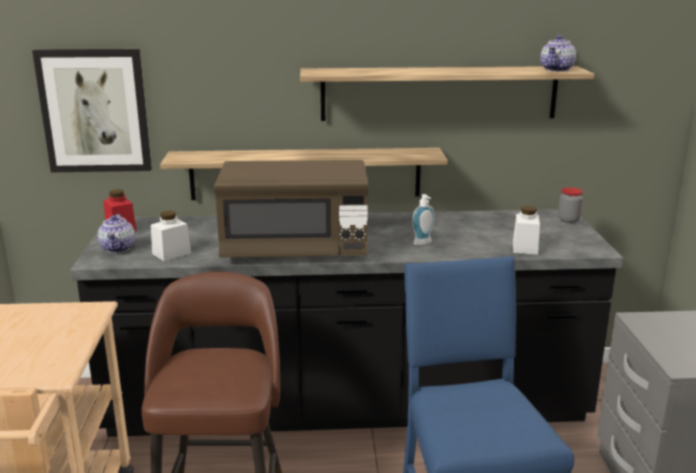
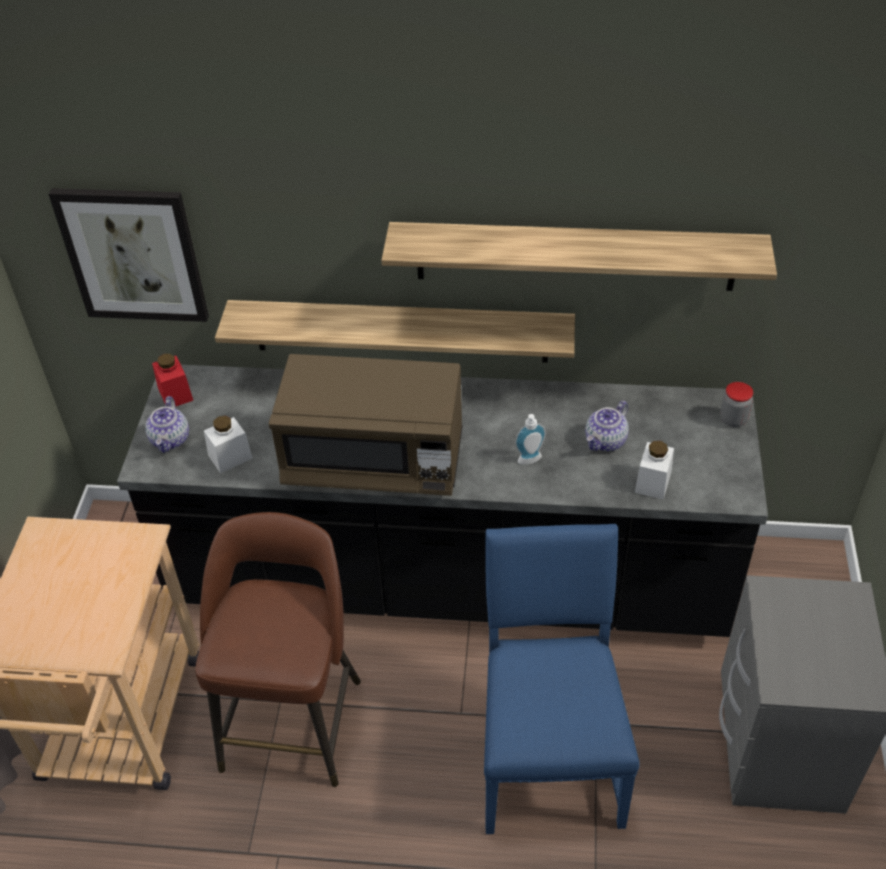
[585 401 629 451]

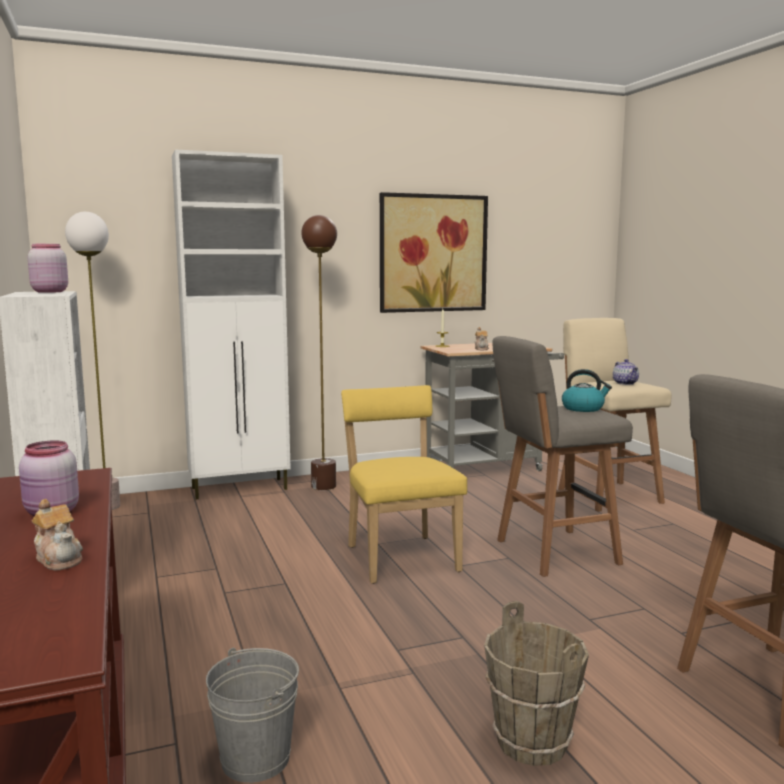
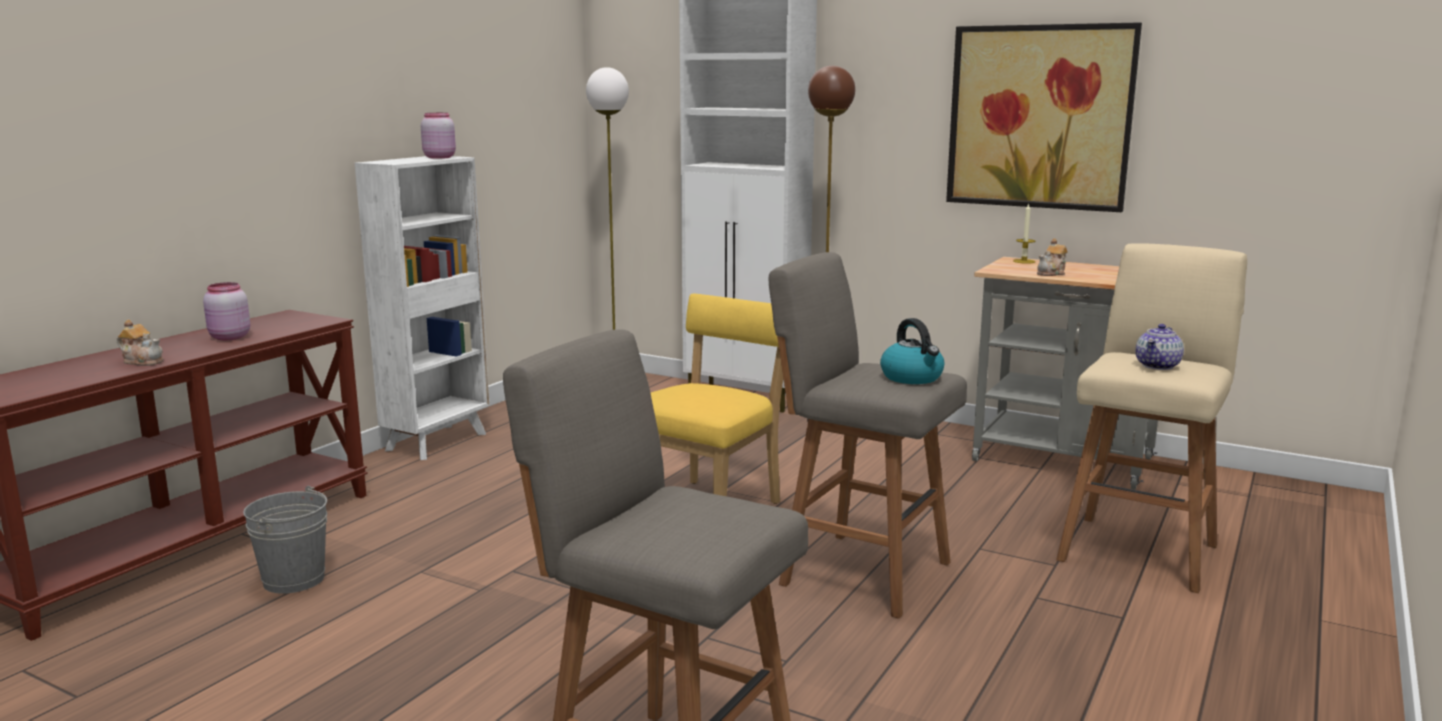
[117 319 163 366]
[484 601 589 766] (first image)

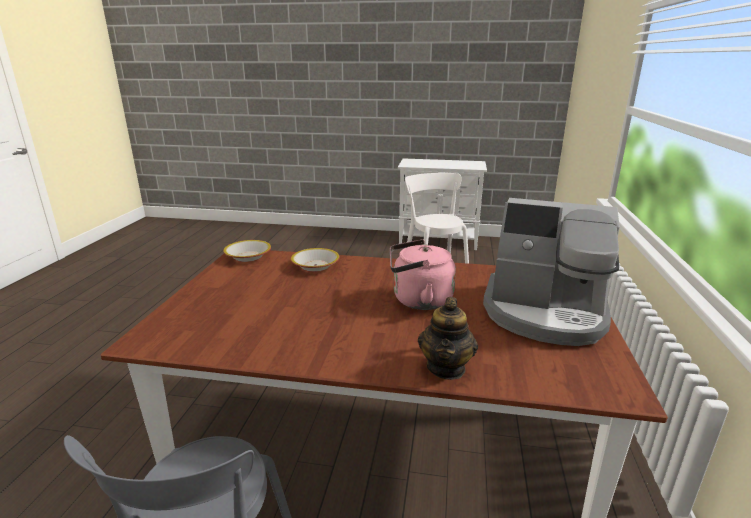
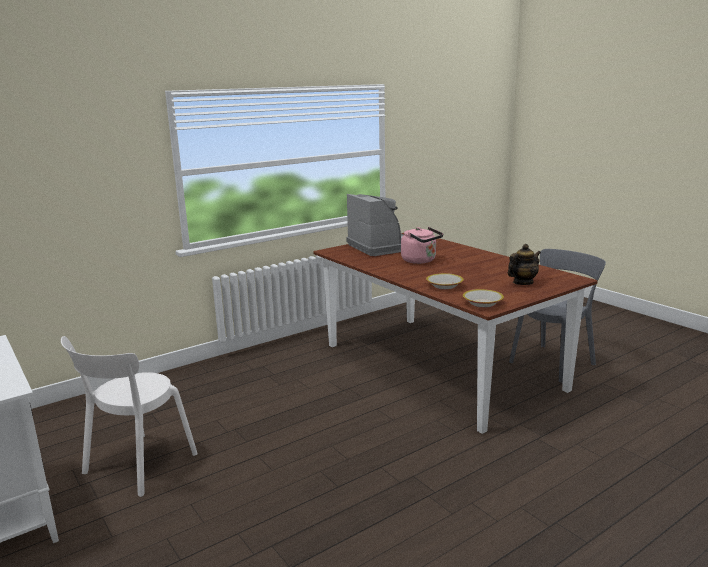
[508 244 541 285]

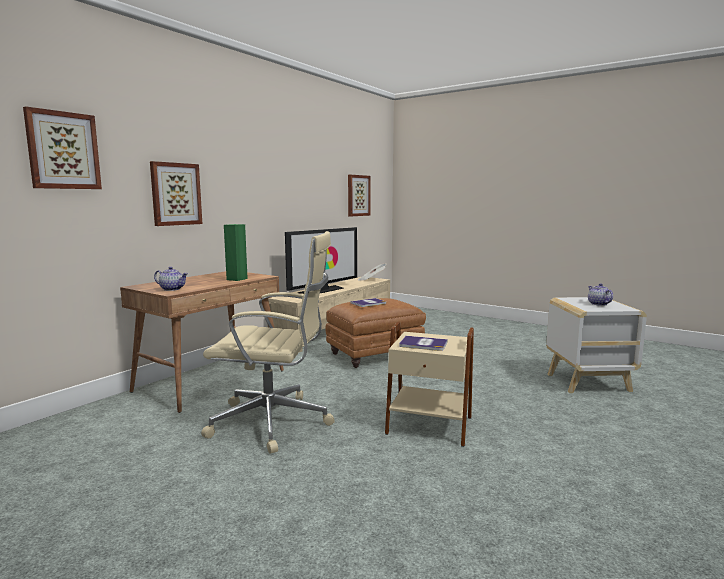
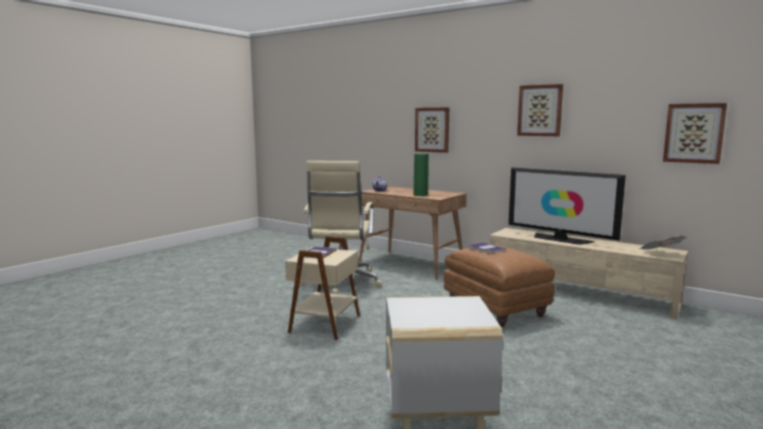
[517 84 563 136]
[588 283 613 306] (first image)

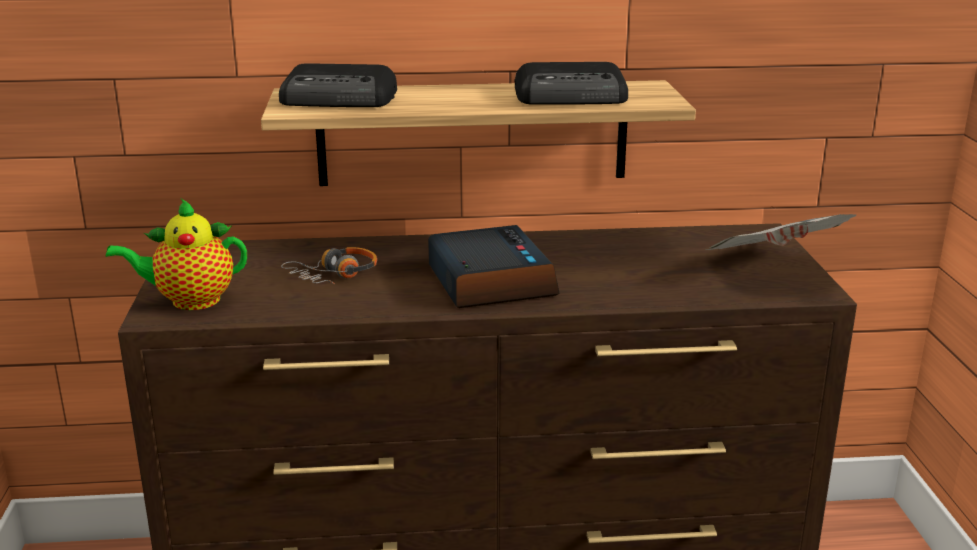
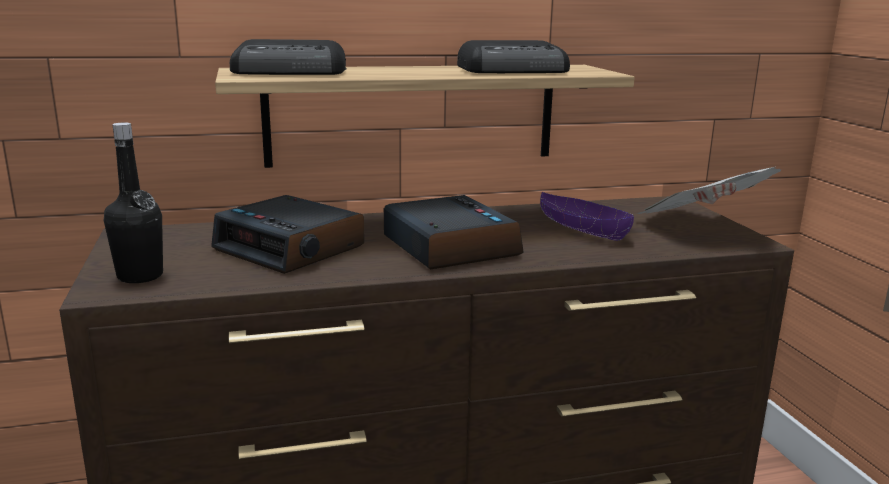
[104 123 163 283]
[211 195 364 274]
[540 192 634 241]

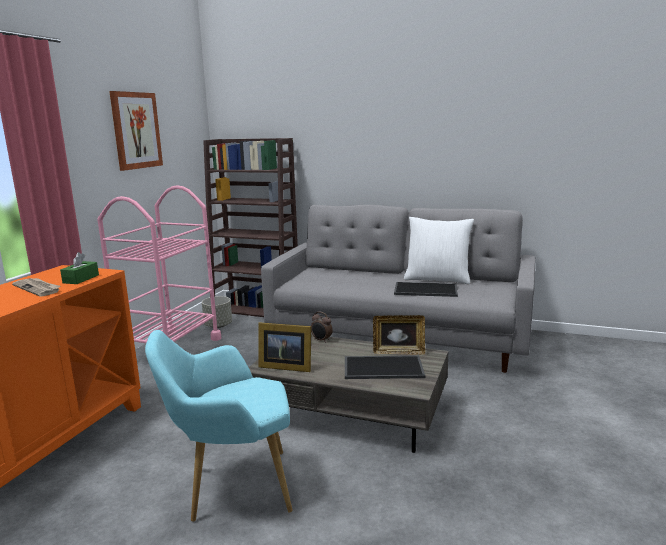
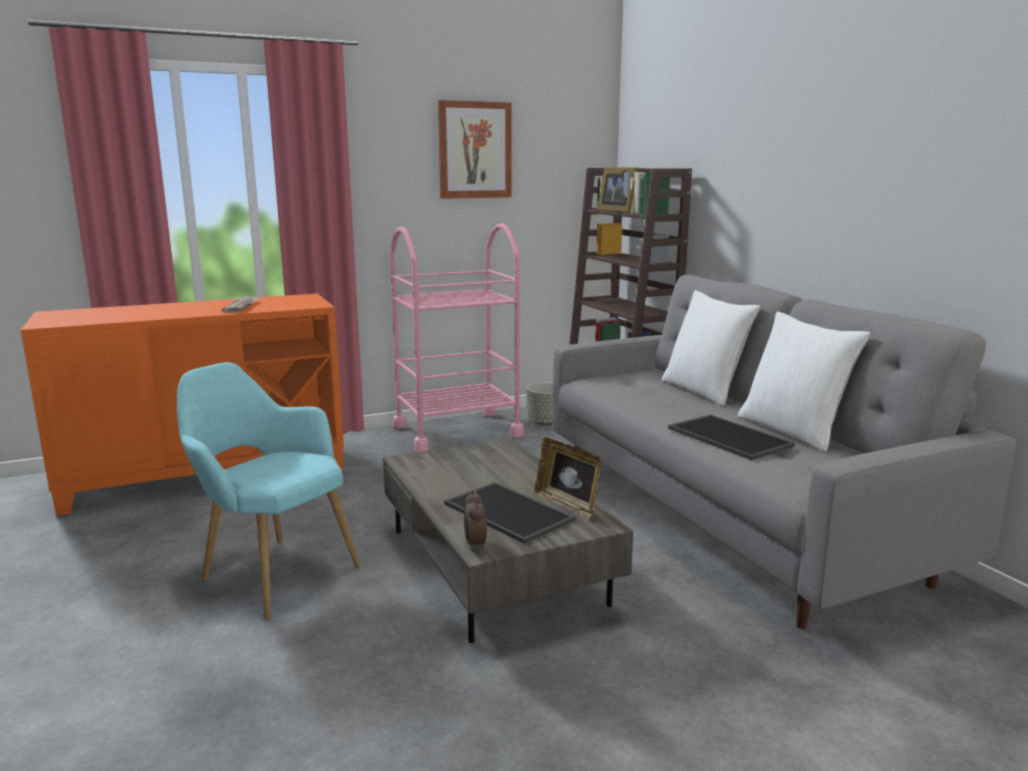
[60 252 99 284] (first image)
[597 167 638 213]
[464 489 487 551]
[662 290 761 407]

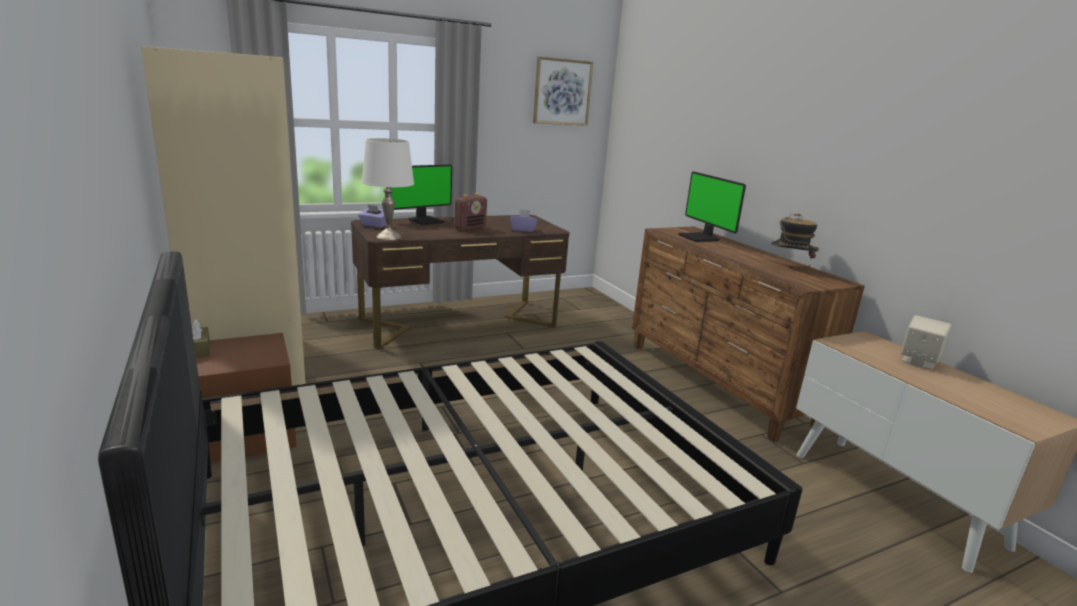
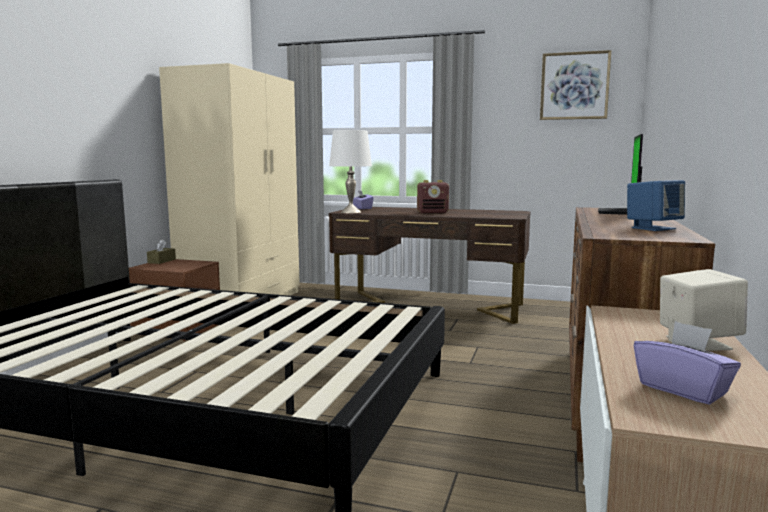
[390 164 452 225] (first image)
[634 321 741 405]
[627 180 685 231]

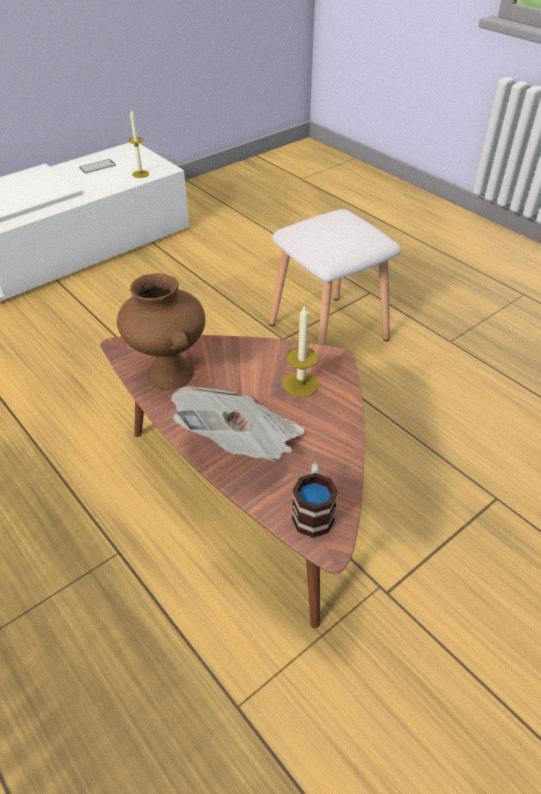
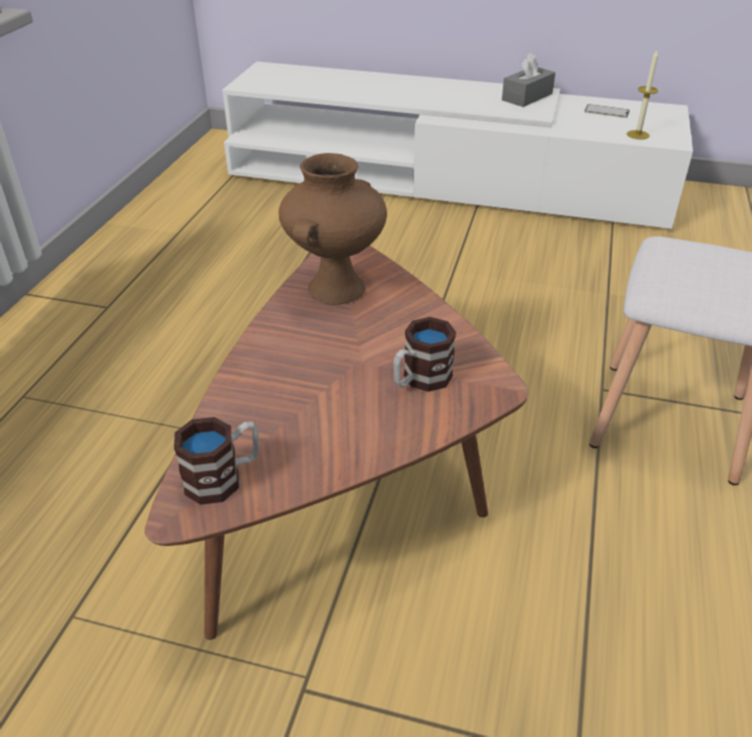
[171 386 305 461] (first image)
[393 317 456 392]
[502 52 555 107]

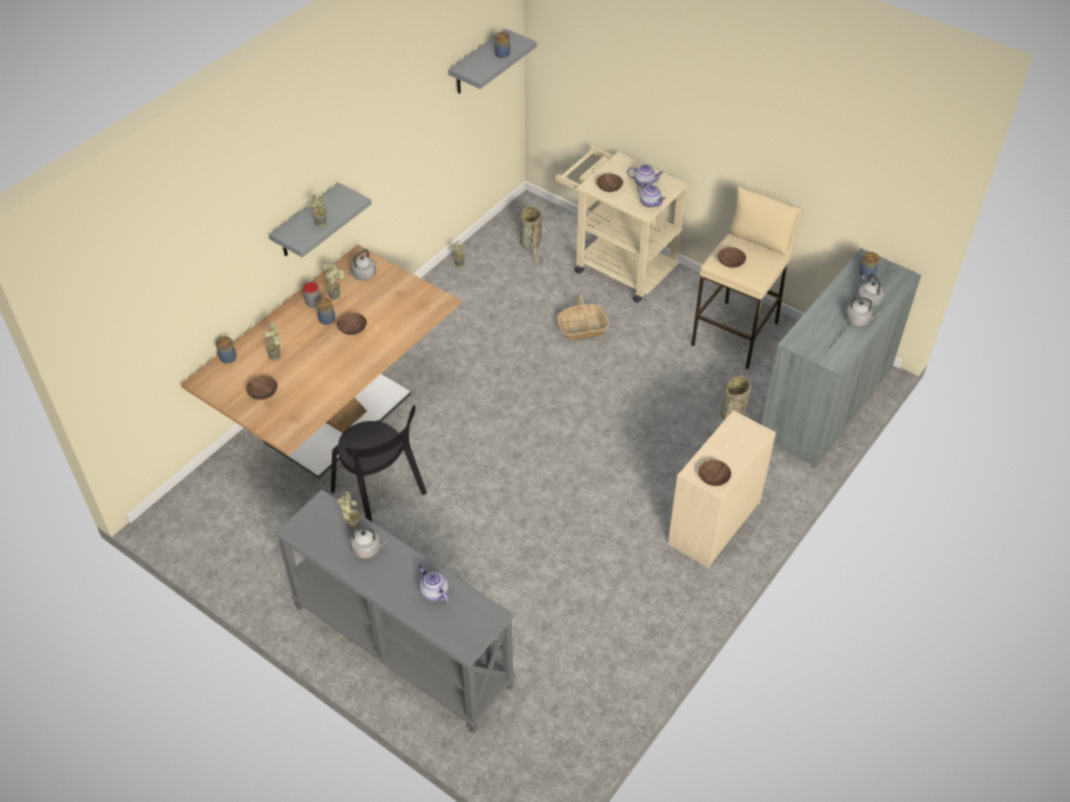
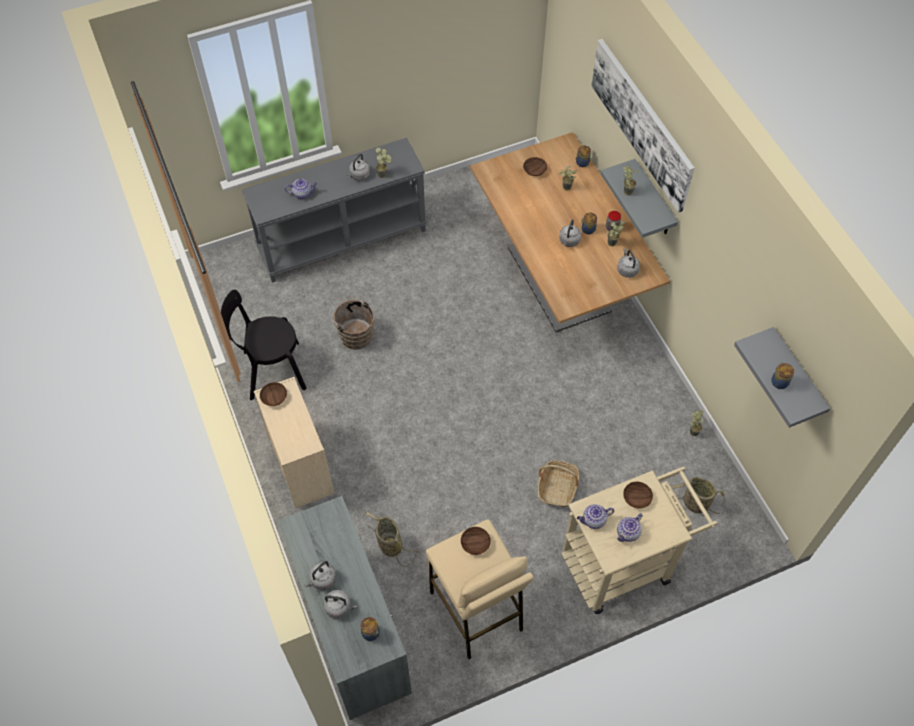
[221 289 306 400]
[559 220 581 247]
[329 296 374 350]
[591 39 695 213]

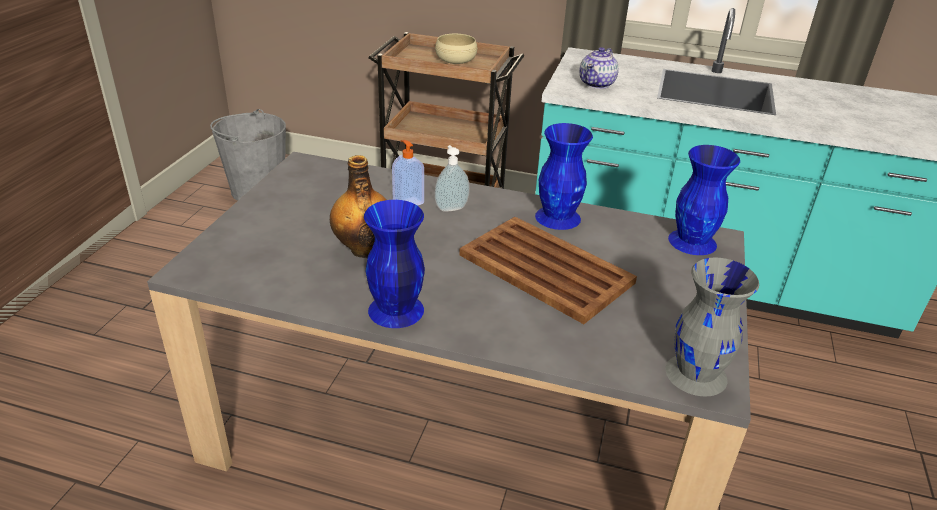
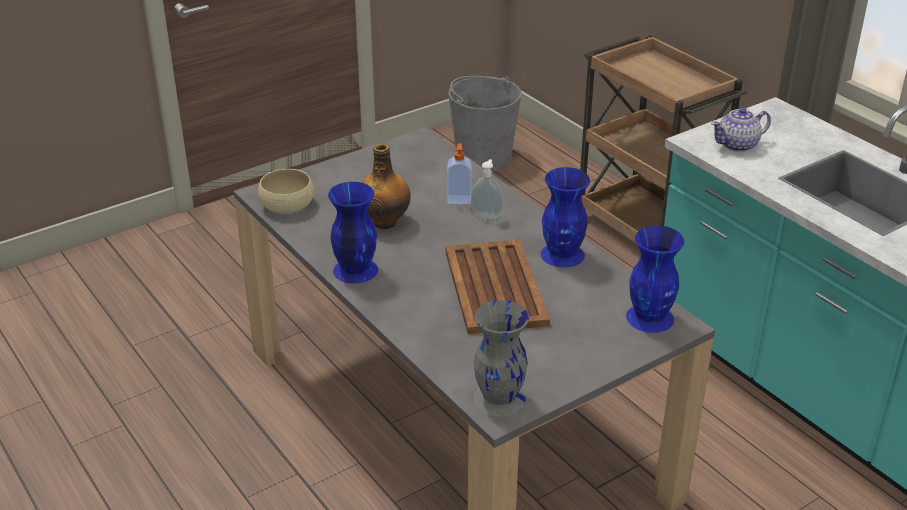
[258 169 314 213]

